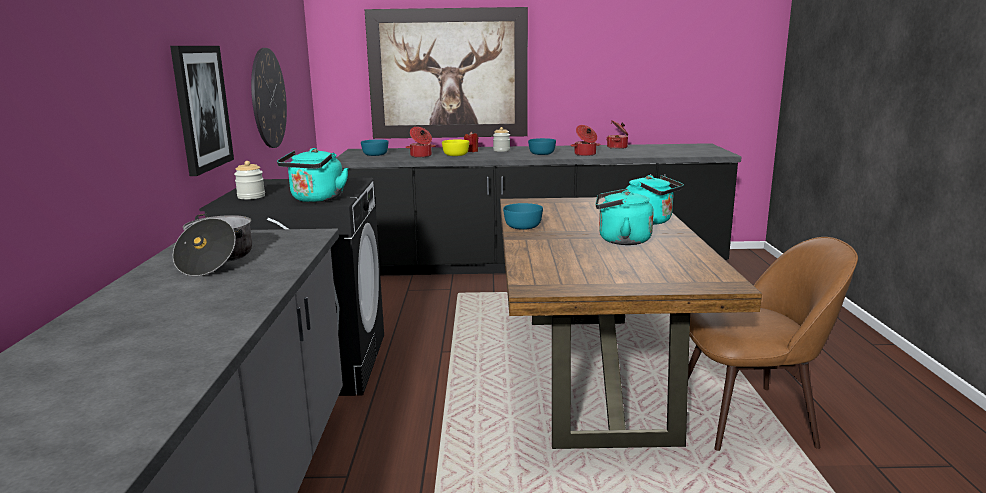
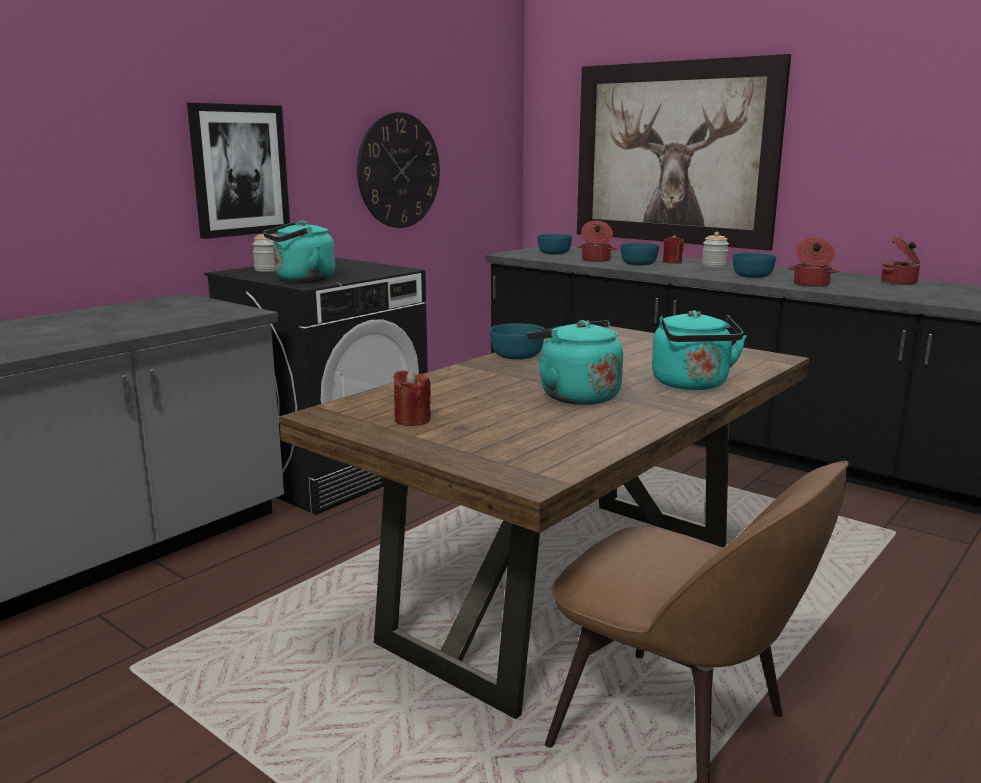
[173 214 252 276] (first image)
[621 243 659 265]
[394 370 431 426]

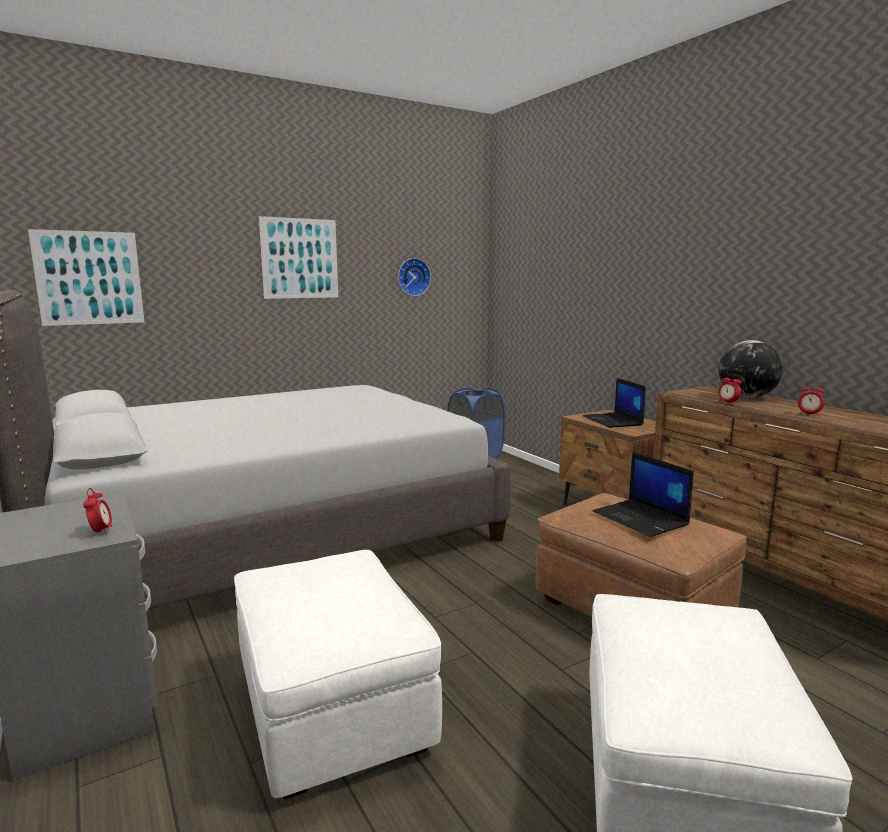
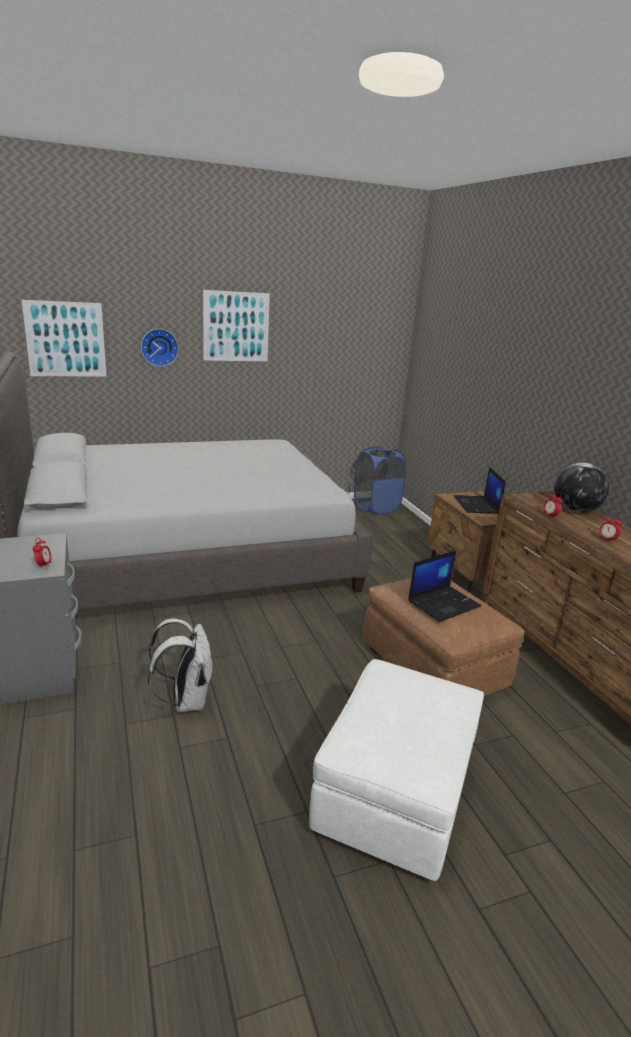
[148 619 212 712]
[141 329 179 367]
[408 550 481 622]

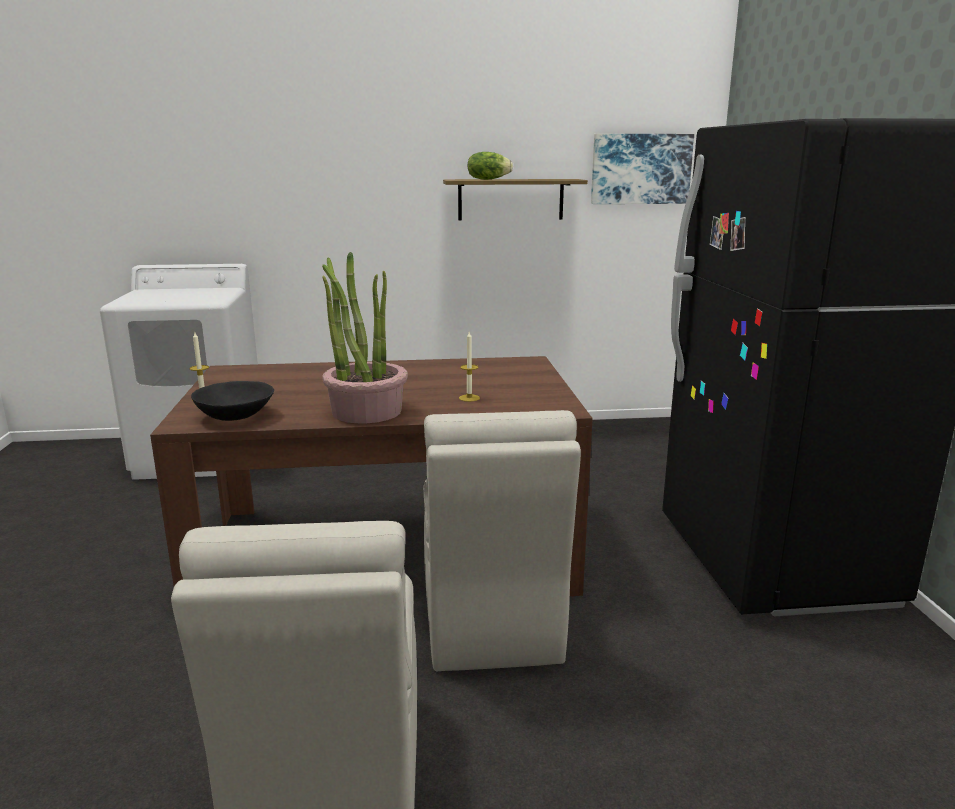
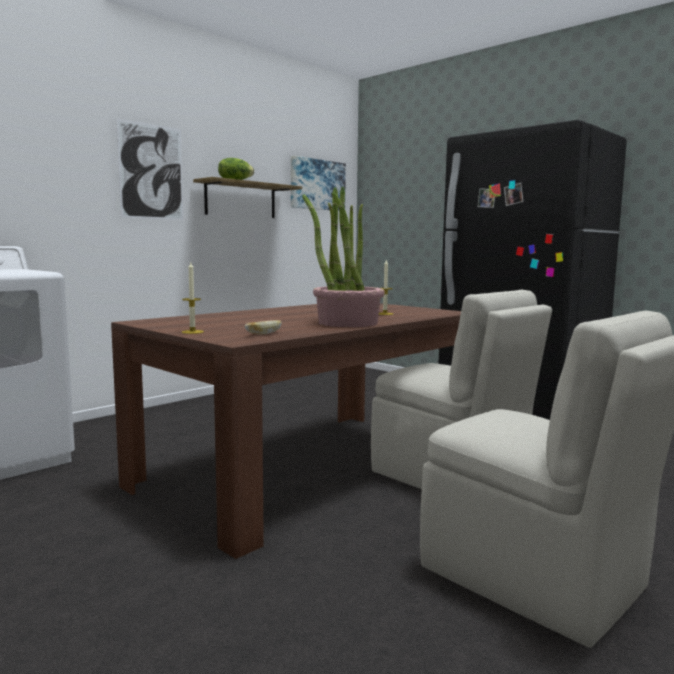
[245 320 282 335]
[116 118 183 220]

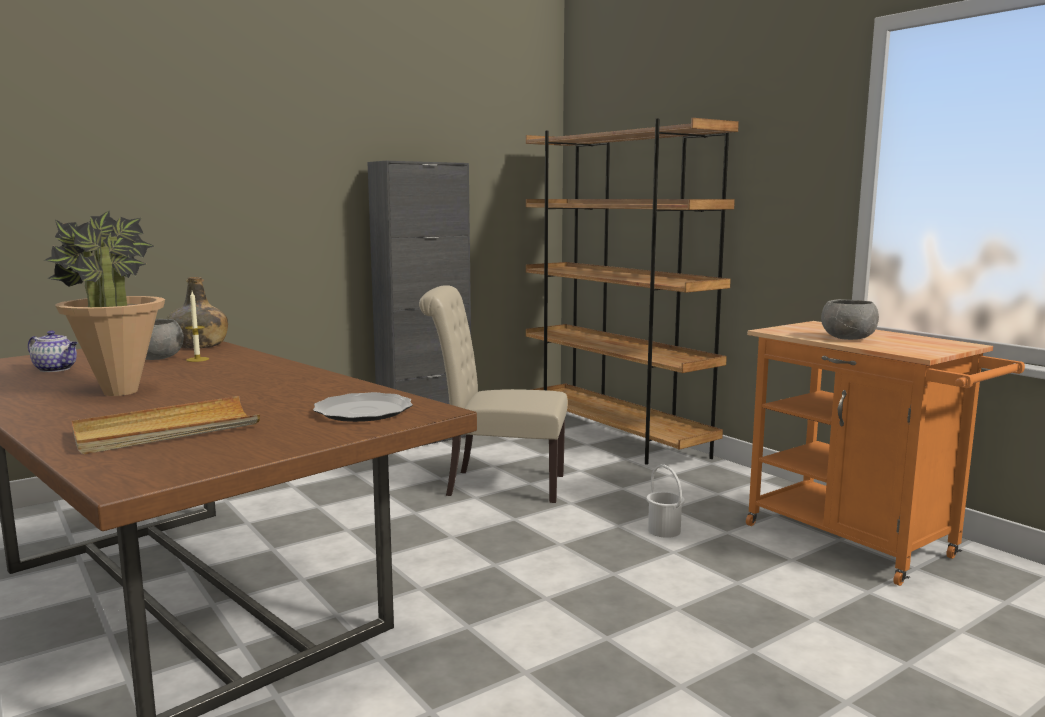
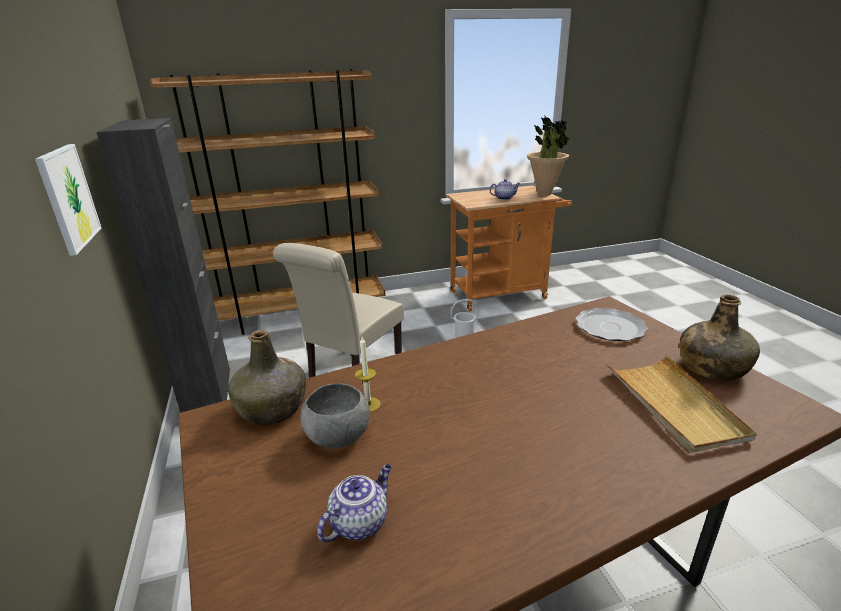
[527 115 570 196]
[489 179 520 200]
[35 144 101 256]
[680 295 760 381]

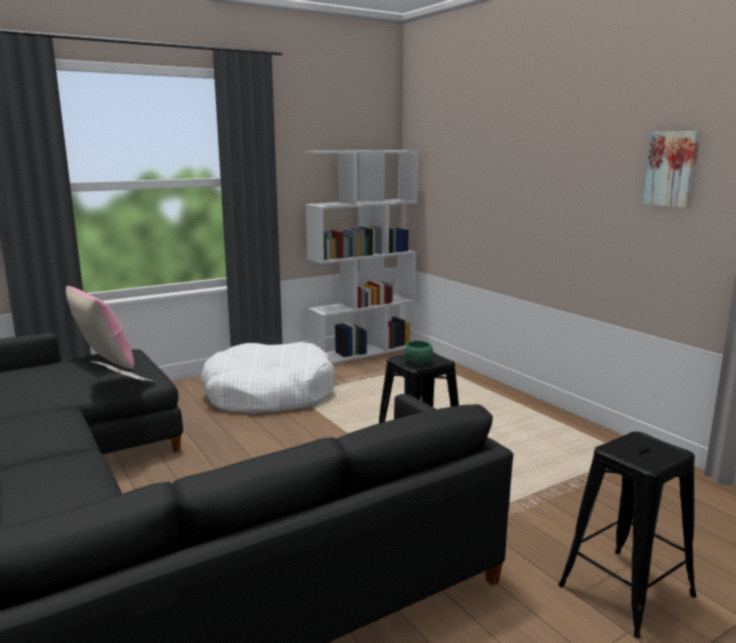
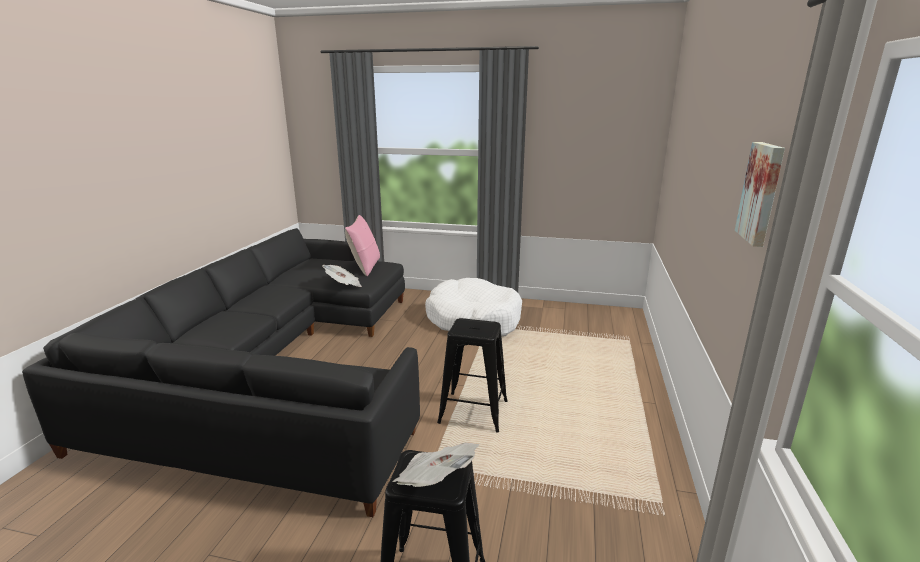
[304 150 418 364] (first image)
[404 340 433 364] (first image)
[392 443 479 487]

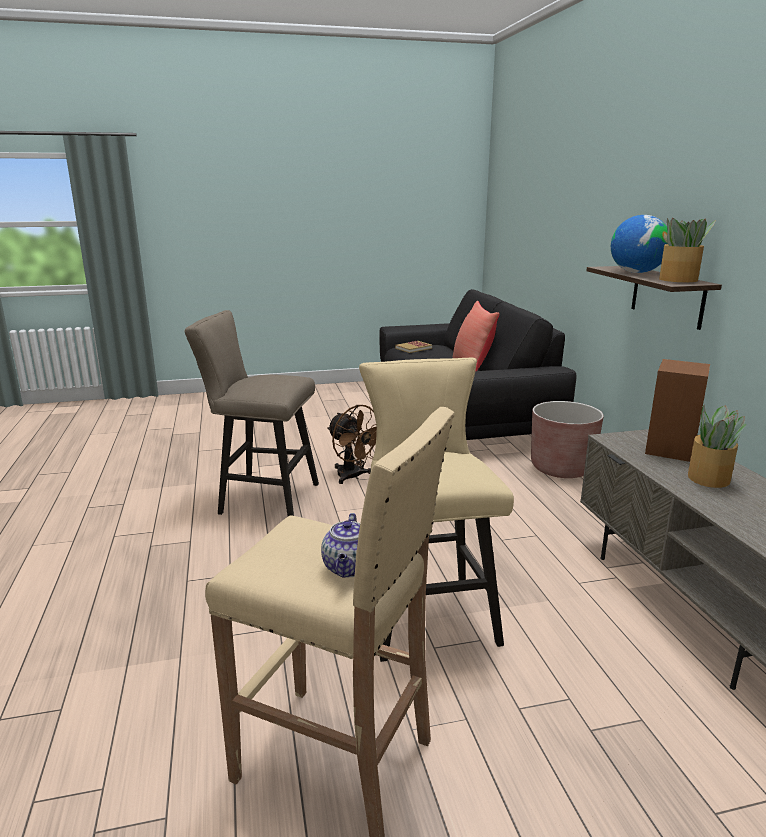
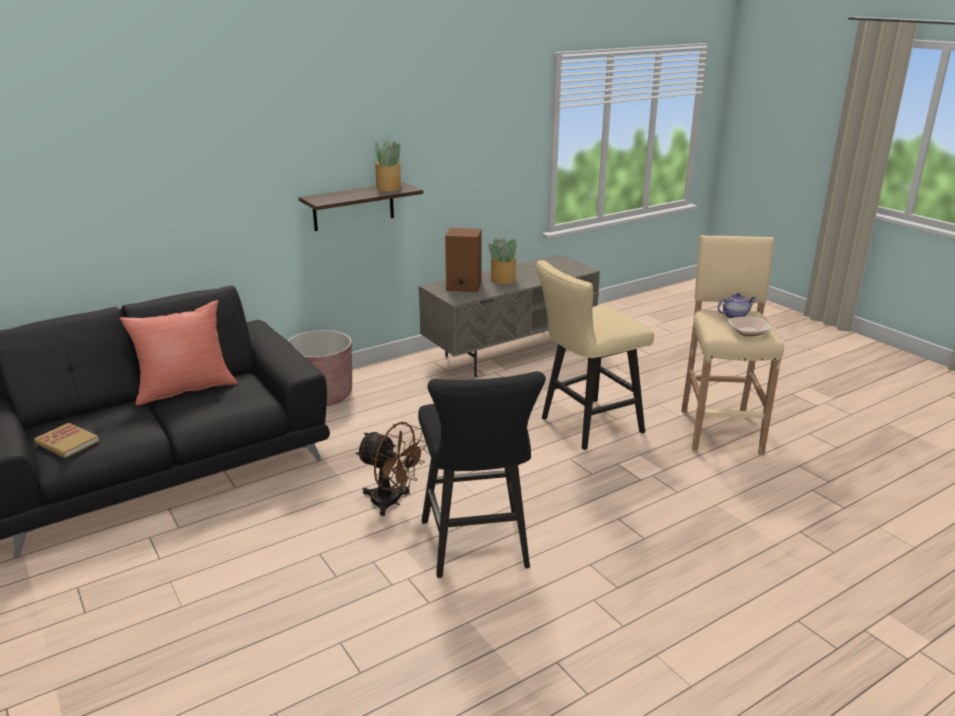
[418 371 546 578]
[356 422 427 516]
[611 215 668 273] (first image)
[728 317 772 336]

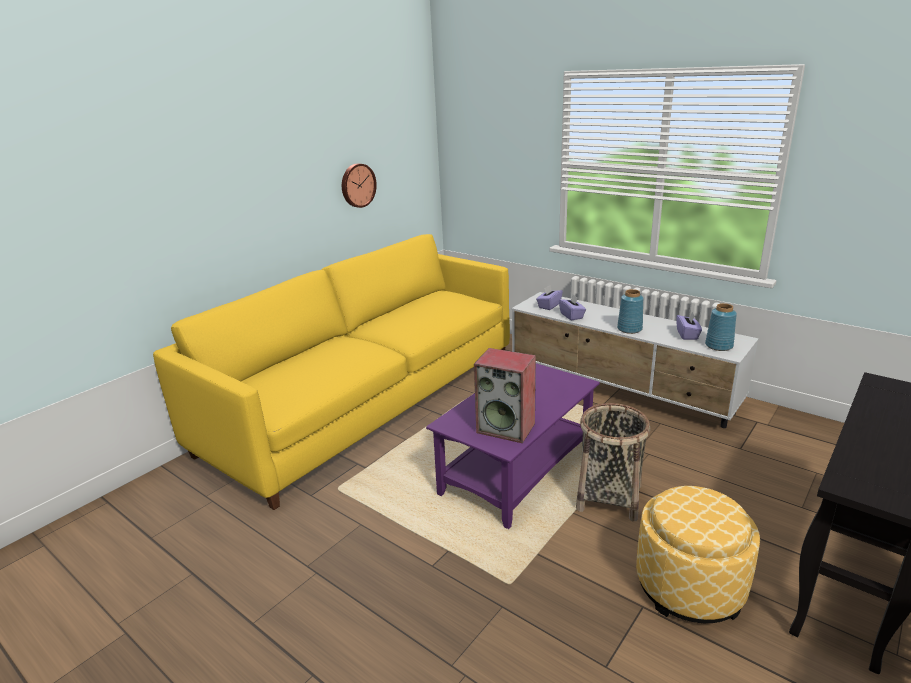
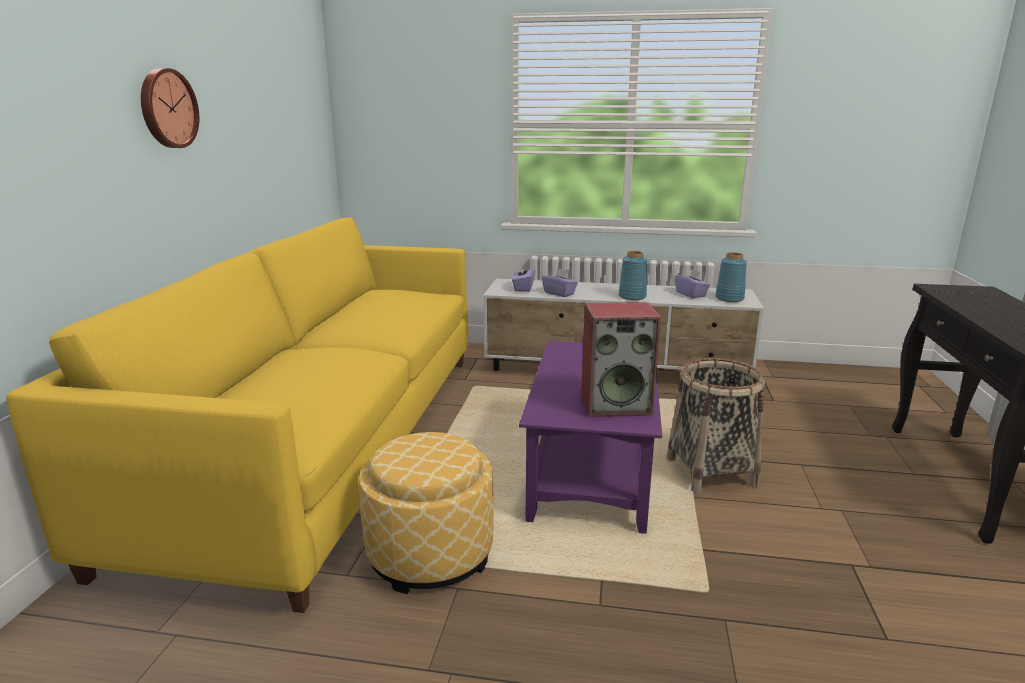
[141 68 199 148]
[359 432 494 594]

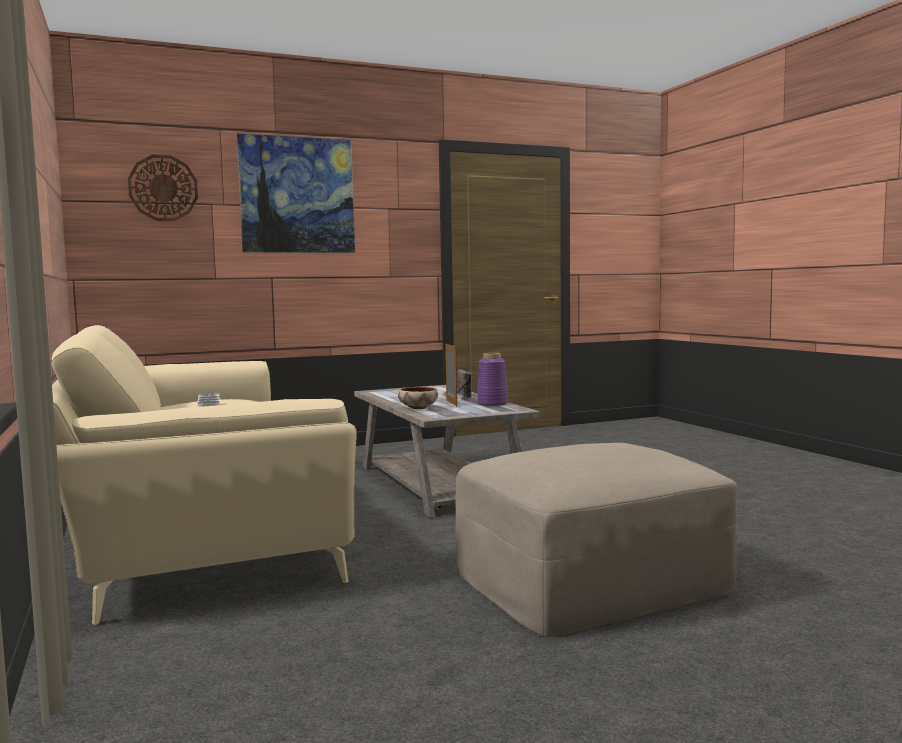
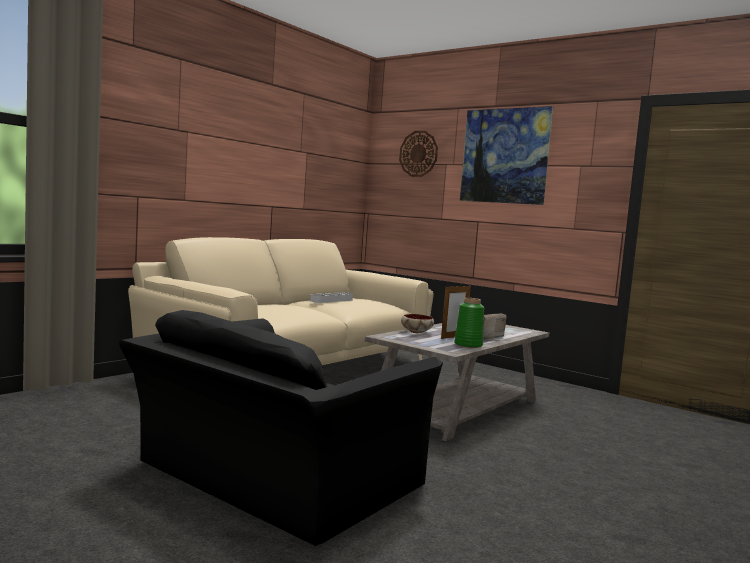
[119 310 443 546]
[454 298 484 348]

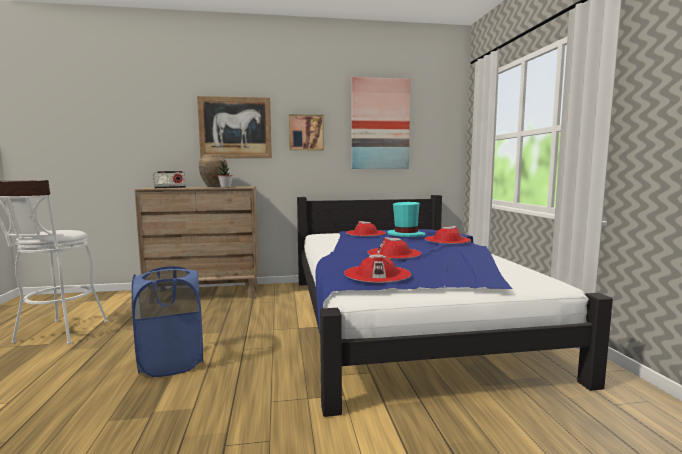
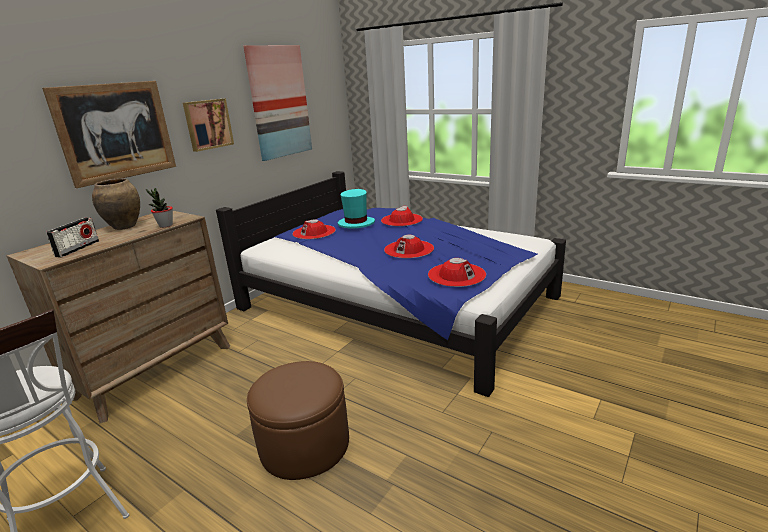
[247 361 349 480]

